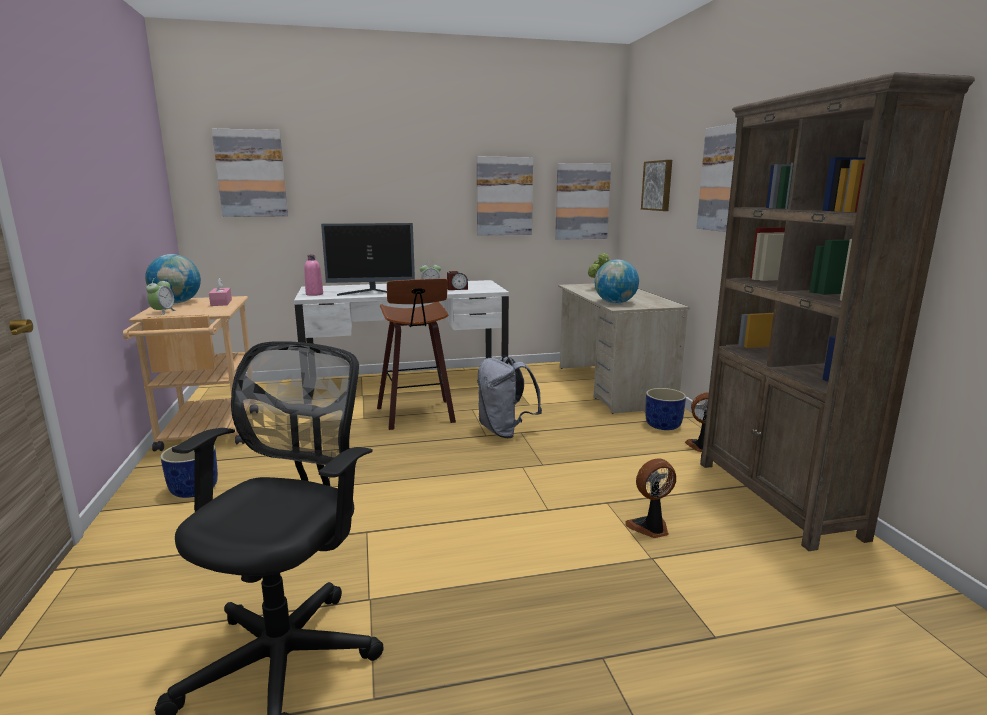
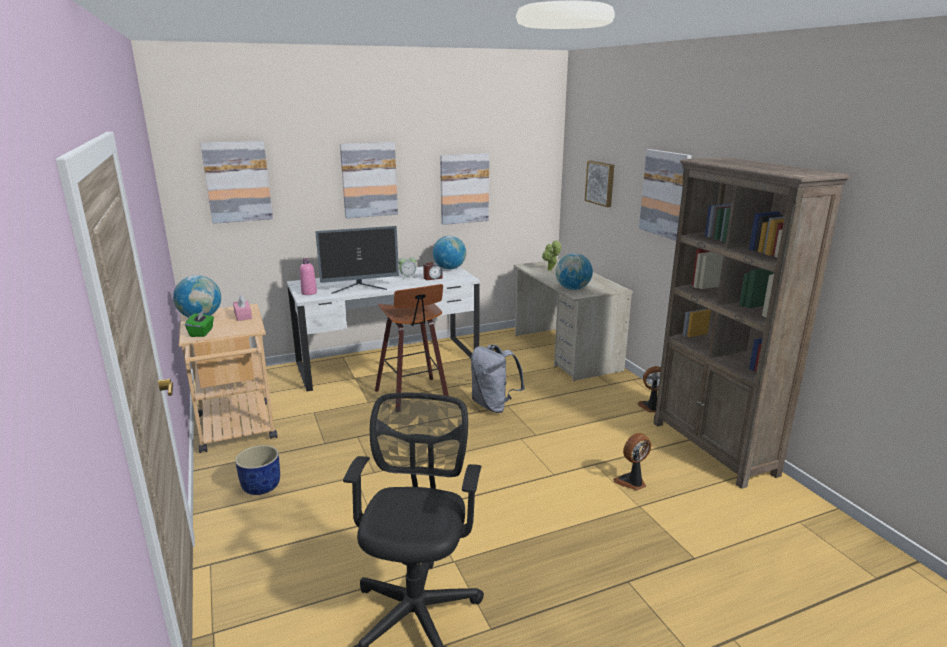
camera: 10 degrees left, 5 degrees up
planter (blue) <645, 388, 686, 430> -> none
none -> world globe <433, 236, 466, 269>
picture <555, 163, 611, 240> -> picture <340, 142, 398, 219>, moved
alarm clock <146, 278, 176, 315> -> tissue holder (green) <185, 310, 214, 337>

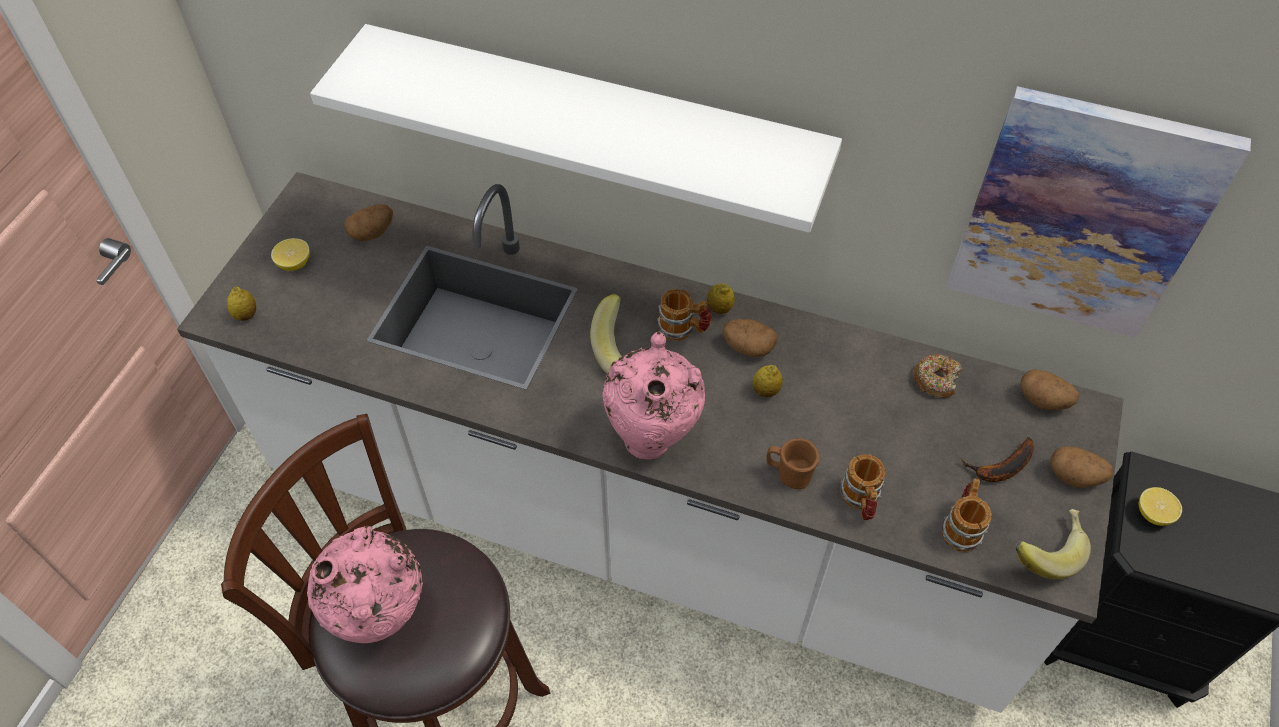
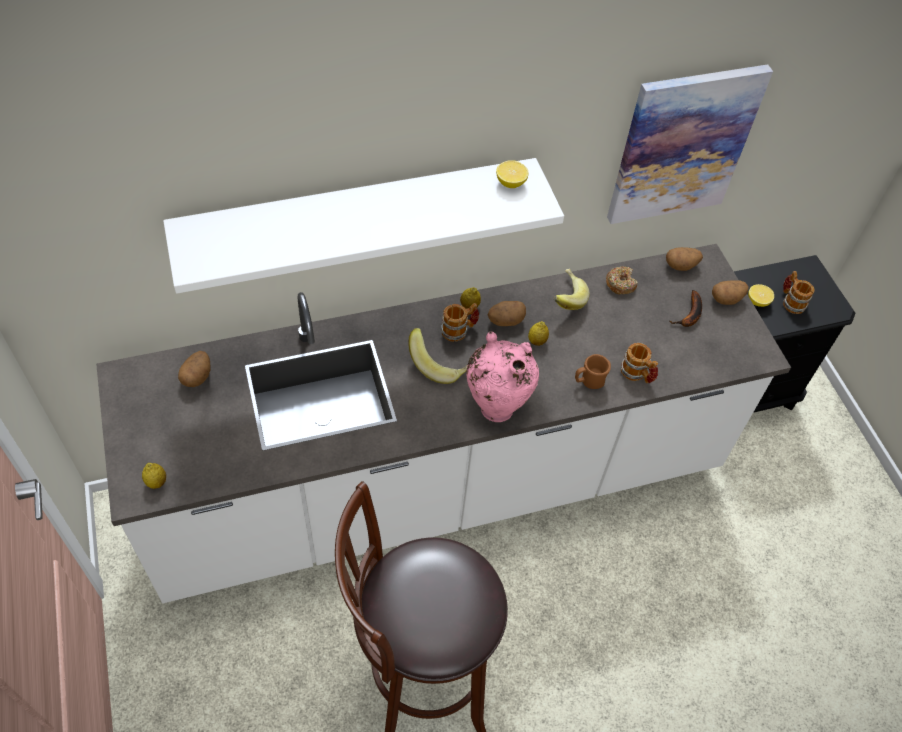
camera: 40 degrees left, 0 degrees up
flower vase (pink) <307, 526, 423, 643> -> none
lemon <271, 238, 310, 271> -> lemon <496, 160, 528, 188>, moved
tea mug <942, 478, 992, 552> -> tea mug <783, 271, 815, 314>, moved
banana <1016, 509, 1091, 580> -> banana <554, 269, 590, 310>, moved

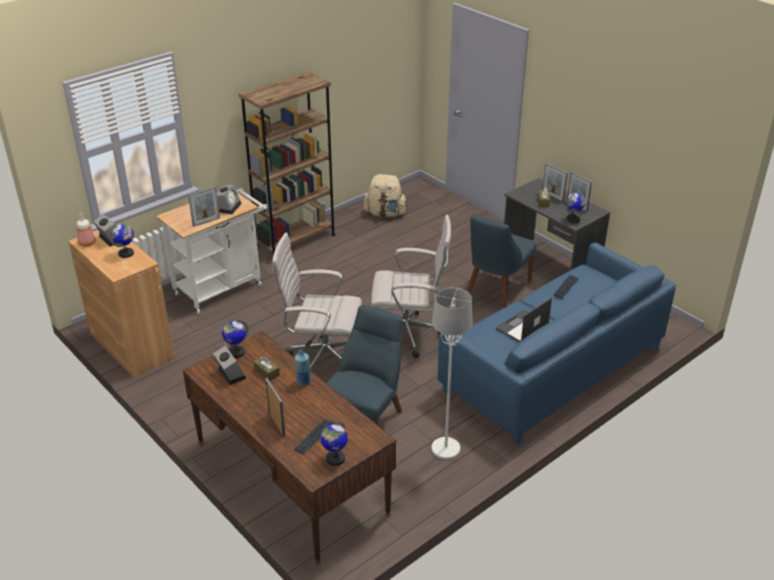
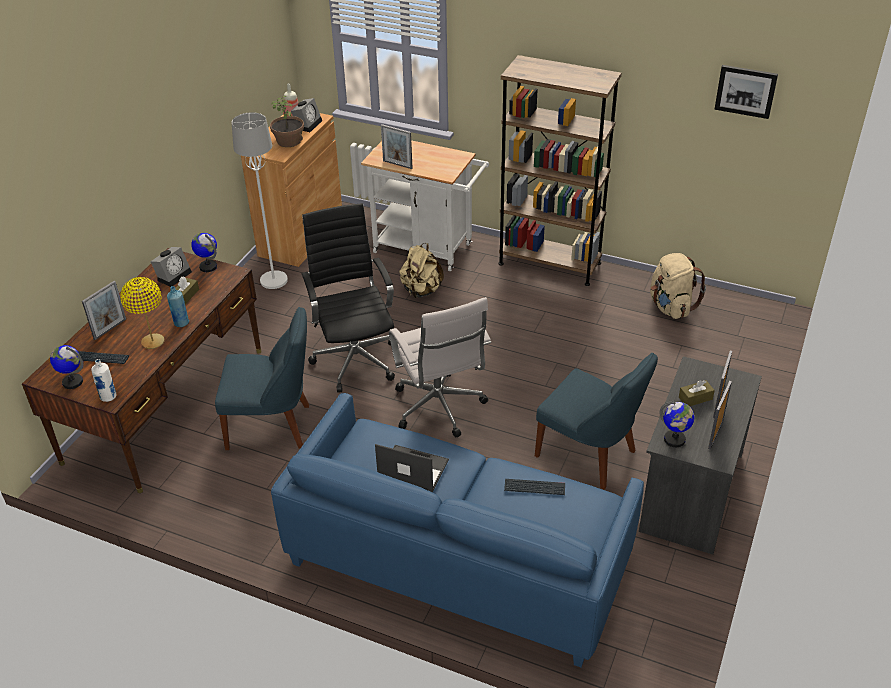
camera: 65 degrees right, 5 degrees up
alarm clock <217, 184, 242, 214> -> none
none -> drink bottle (white) <91, 359, 116, 402>
none -> tabletop lamp (yellow-coloured) <120, 277, 164, 349>
none -> backpack (beige-coloured) <399, 243, 444, 298>
none -> picture <714, 65, 778, 119>
floor lamp (white) <432, 287, 473, 460> -> floor lamp (white) <232, 112, 288, 289>, moved
world globe <109, 224, 134, 258> -> houseplant <270, 96, 304, 147>
computer chair (white) <272, 233, 362, 370> -> computer chair (black-coloured) <301, 203, 395, 392>
plain chair (blue) <467, 214, 536, 308> -> plain chair (blue) <535, 353, 658, 489>, 150 degrees counterclockwise

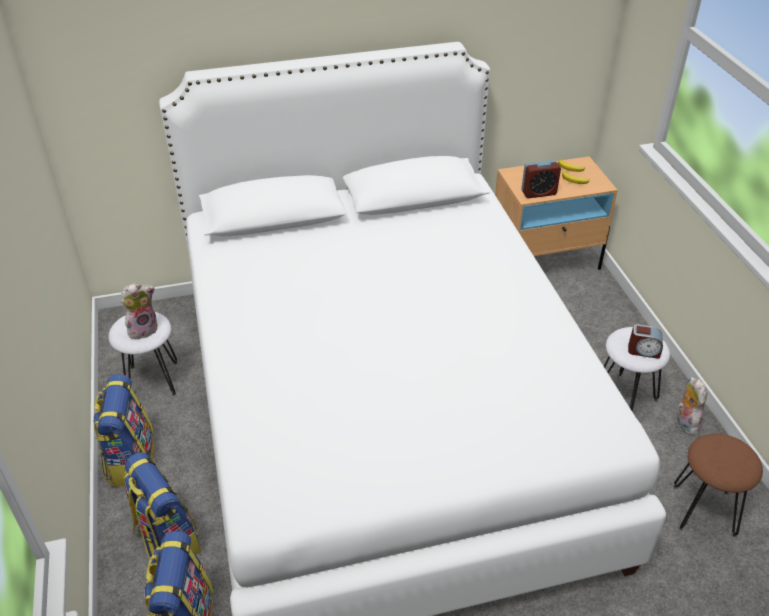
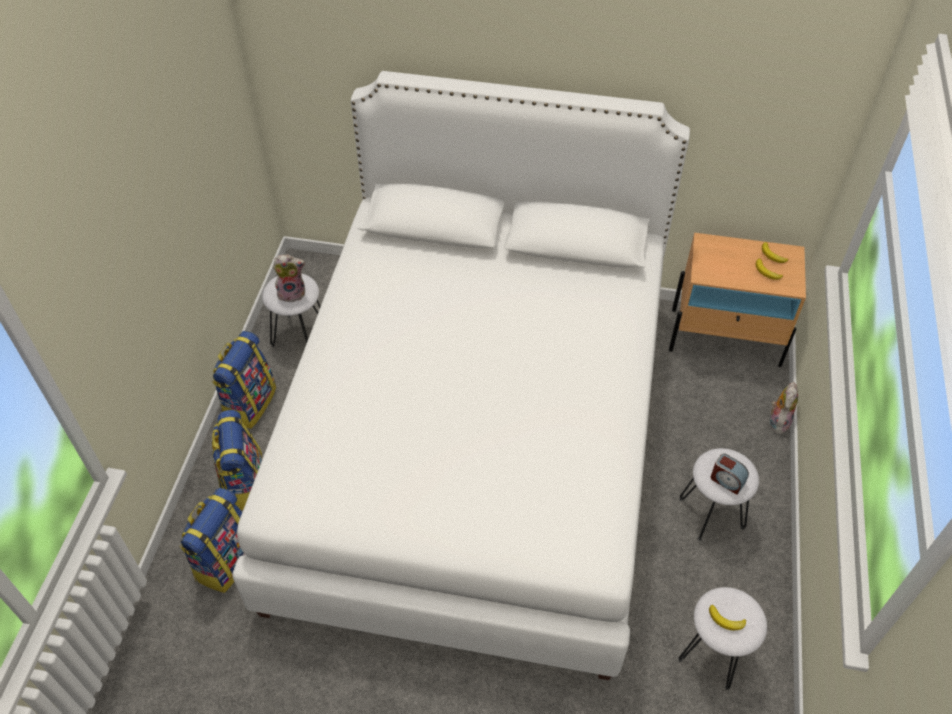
camera: 25 degrees right, 10 degrees up
alarm clock <521, 160, 561, 198> -> none
none -> banana <709, 605, 746, 630>
cuddly toy <677, 376, 707, 435> -> cuddly toy <770, 382, 798, 434>, moved
stool seat (brown-coloured) <673, 434, 763, 537> -> stool seat (white) <678, 587, 767, 690>

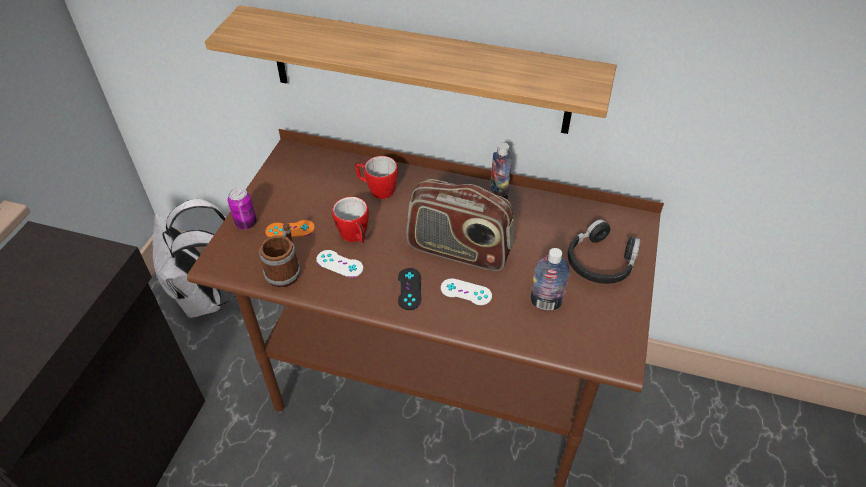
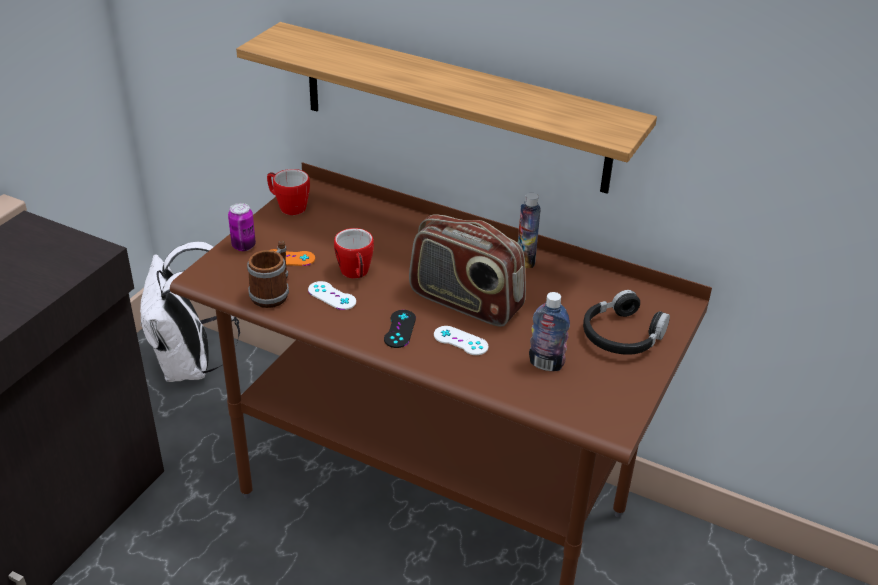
camera: 10 degrees right, 10 degrees down
tea mug <355, 156, 398, 199> -> tea mug <267, 169, 310, 215>, moved

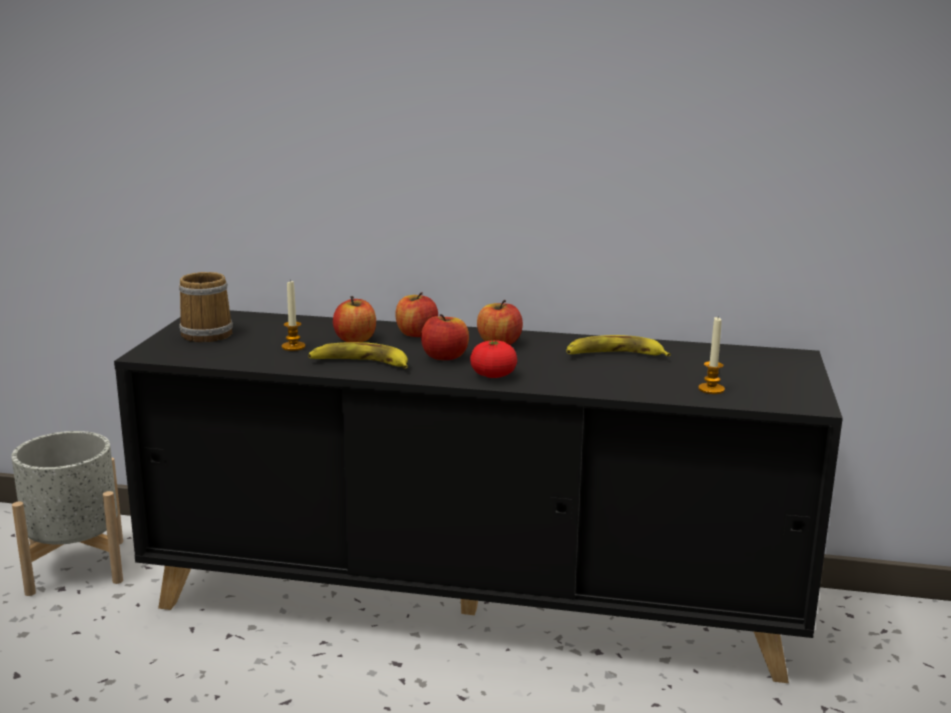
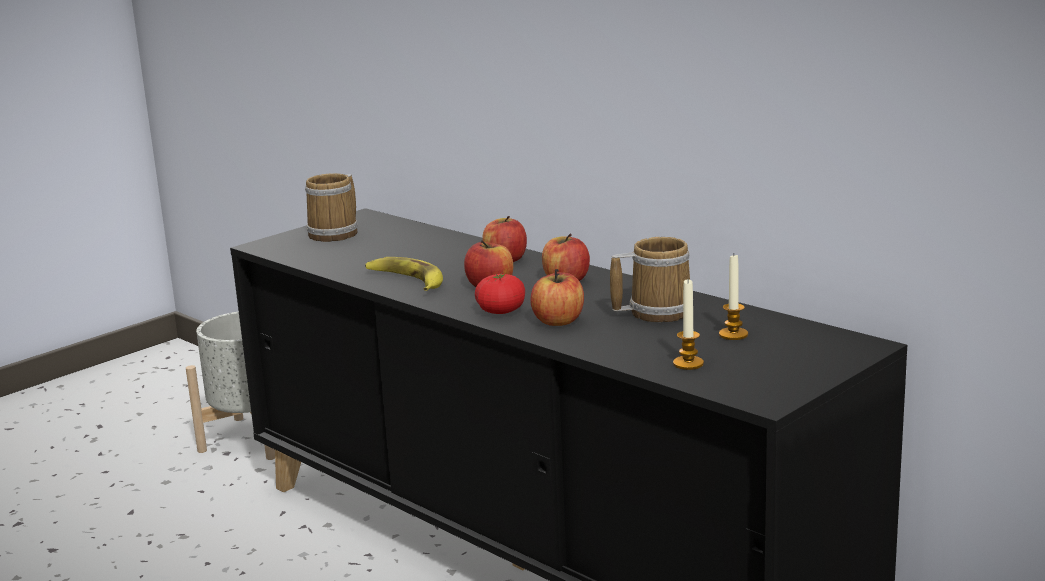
camera: 35 degrees right, 0 degrees up
wax light <282, 280, 306, 351> -> wax light <719, 255, 748, 340>, moved
apple fruit <333, 296, 376, 342> -> apple fruit <530, 269, 584, 326>, moved
banana <566, 335, 671, 356> -> tea mug <610, 237, 690, 322>

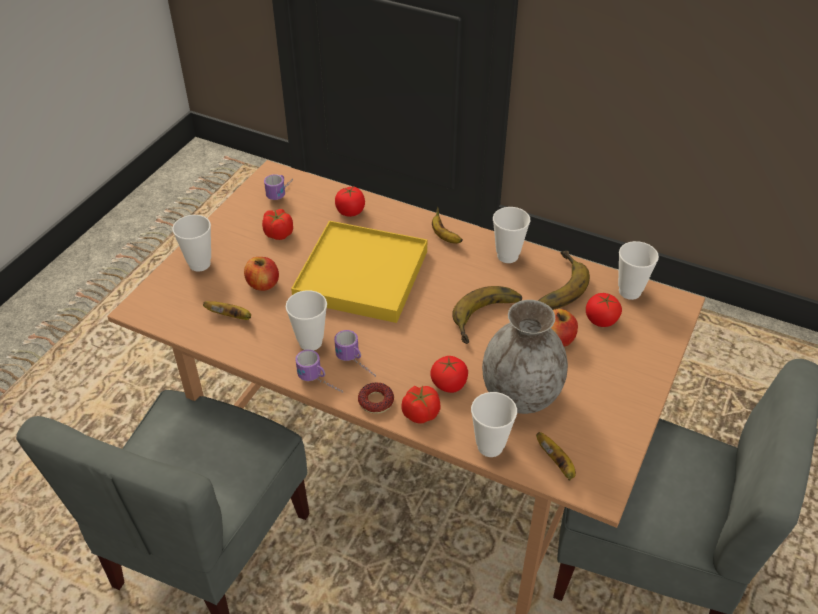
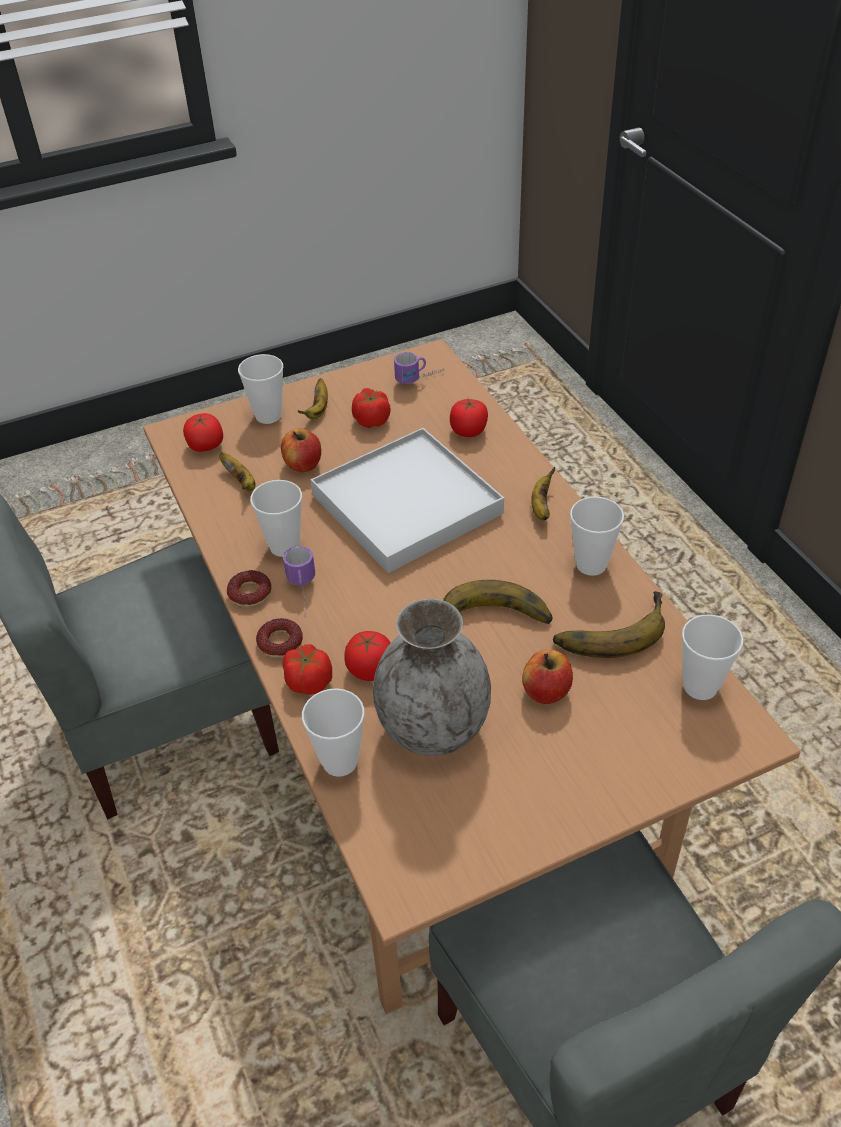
camera: 40 degrees right, 0 degrees up
banana <536, 432, 576, 481> -> banana <298, 378, 328, 419>, moved
whole tomato <586, 293, 622, 327> -> whole tomato <183, 413, 223, 452>, moved
tea mug <296, 350, 343, 393> -> ring doughnut <227, 570, 271, 607>
serving tray (yellow-coloured) <291, 221, 427, 323> -> serving tray (white) <311, 428, 504, 573>

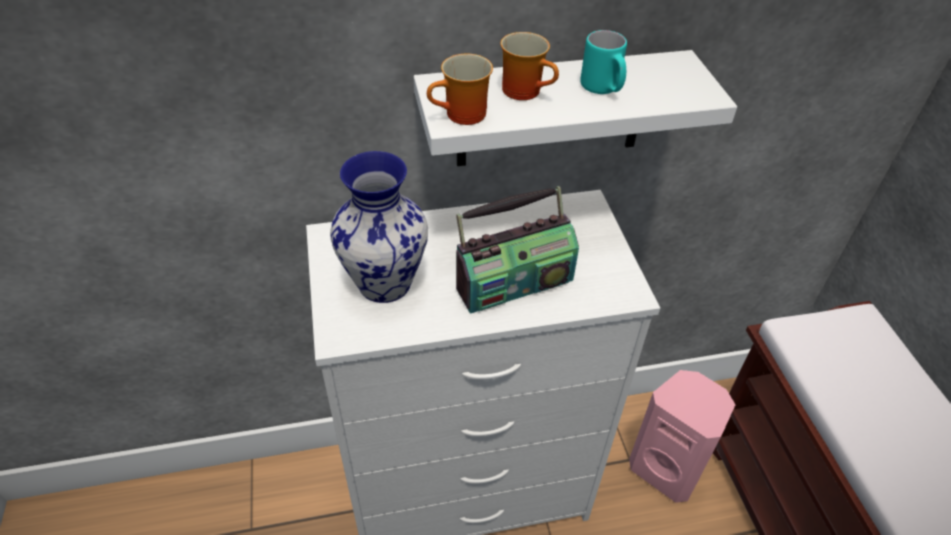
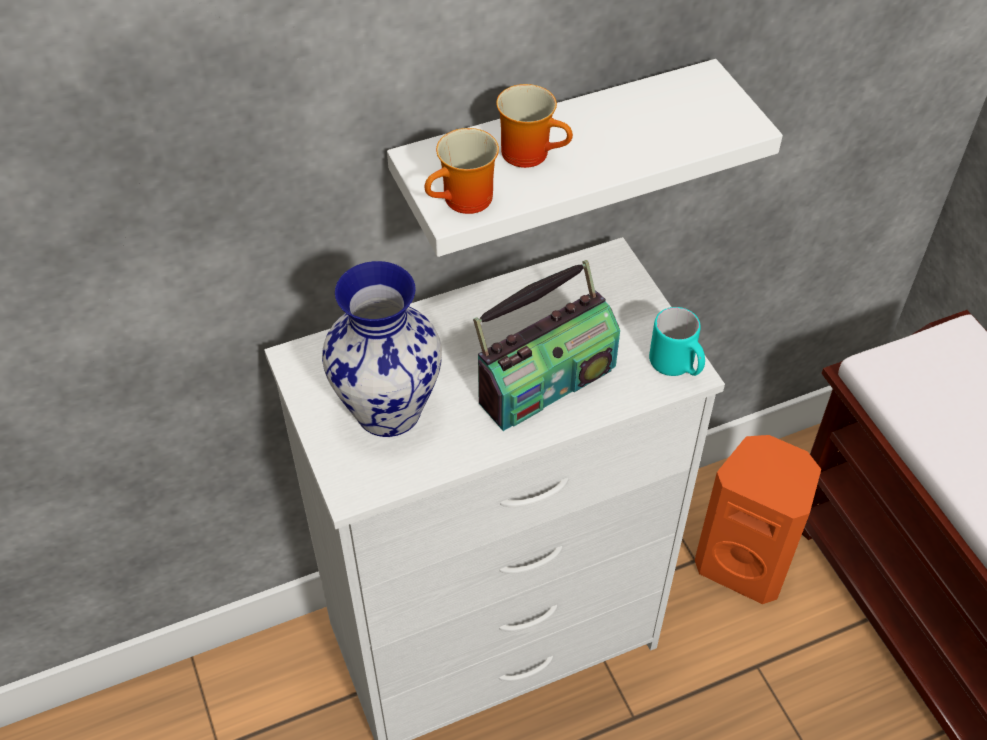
camera: 10 degrees left, 5 degrees up
tea mug (turquoise) <580, 30, 627, 94> -> tea mug (turquoise) <649, 307, 705, 376>, moved
audio speaker (pink) <629, 370, 735, 503> -> audio speaker (orangey) <695, 435, 821, 604>

